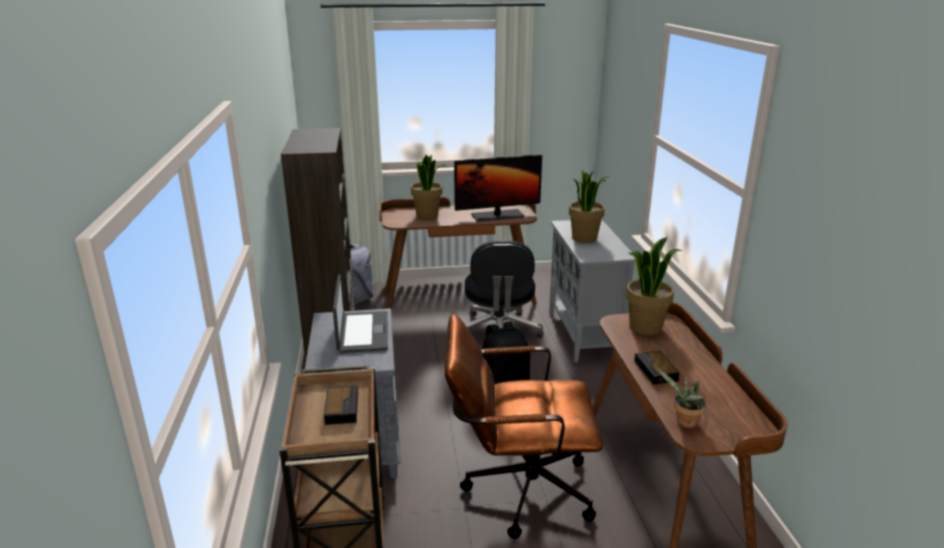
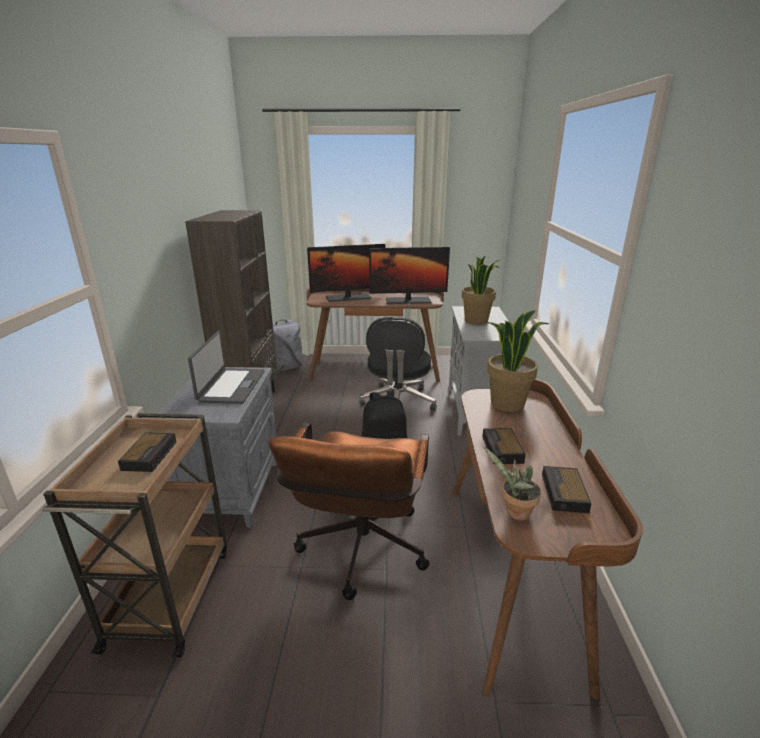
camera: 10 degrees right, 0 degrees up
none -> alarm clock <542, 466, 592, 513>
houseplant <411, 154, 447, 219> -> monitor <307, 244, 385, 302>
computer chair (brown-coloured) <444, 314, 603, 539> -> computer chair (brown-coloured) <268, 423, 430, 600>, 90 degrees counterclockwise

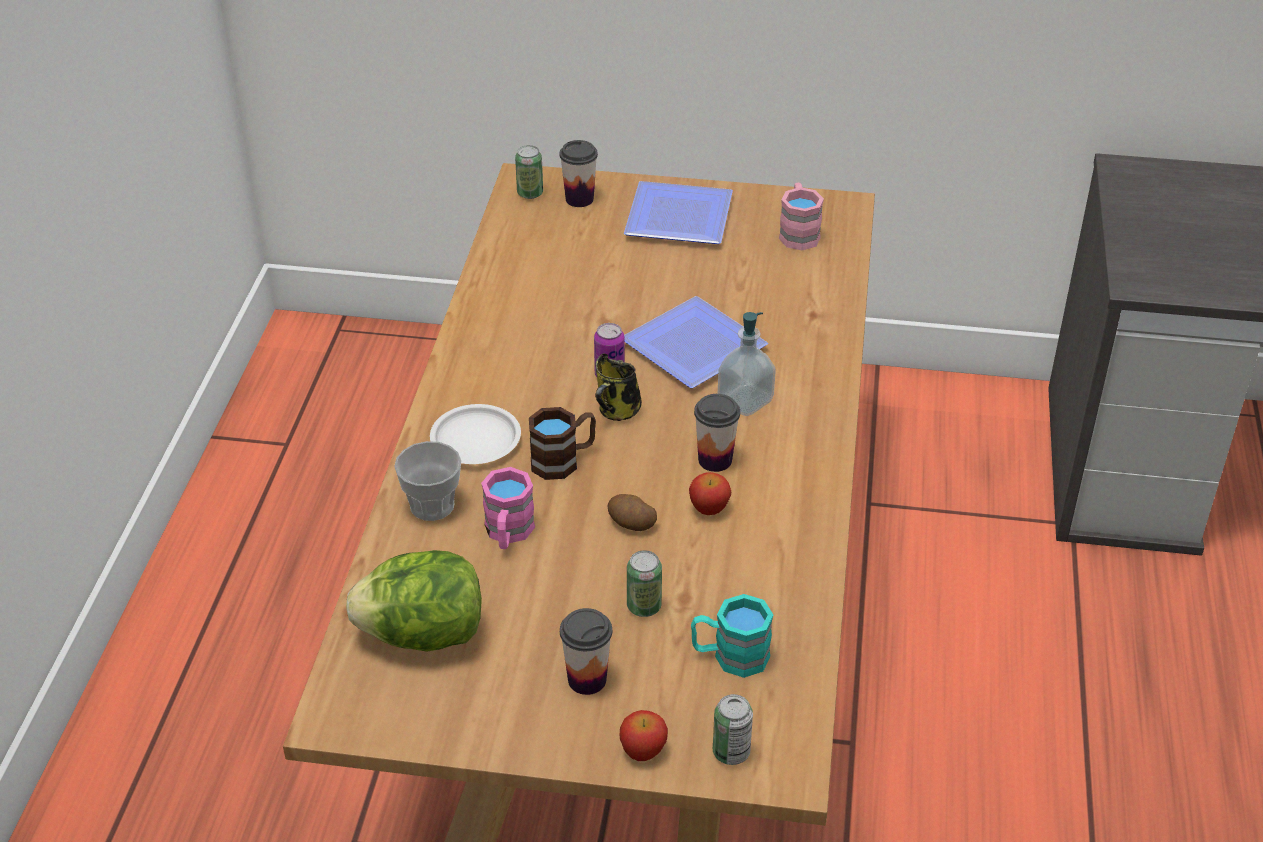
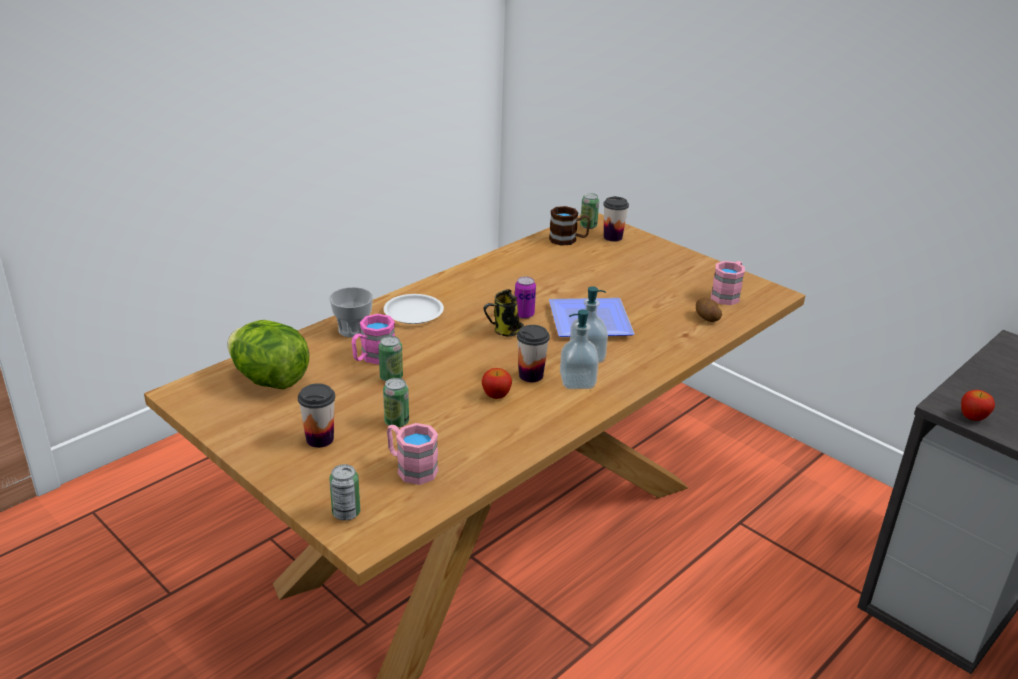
camera: 35 degrees right, 10 degrees down
dinner plate <624, 181, 733, 244> -> none
none -> can <379, 336, 403, 381>
none -> soap dispenser <560, 309, 599, 389>
tea mug (brown-coloured) <529, 407, 596, 480> -> tea mug (brown-coloured) <549, 206, 590, 246>, moved
spud <608, 494, 657, 531> -> spud <696, 297, 722, 322>, moved
apple fruit <620, 710, 668, 761> -> apple fruit <961, 390, 995, 421>, moved
tea mug (turquoise) <691, 594, 773, 678> -> tea mug (pink) <387, 423, 439, 485>

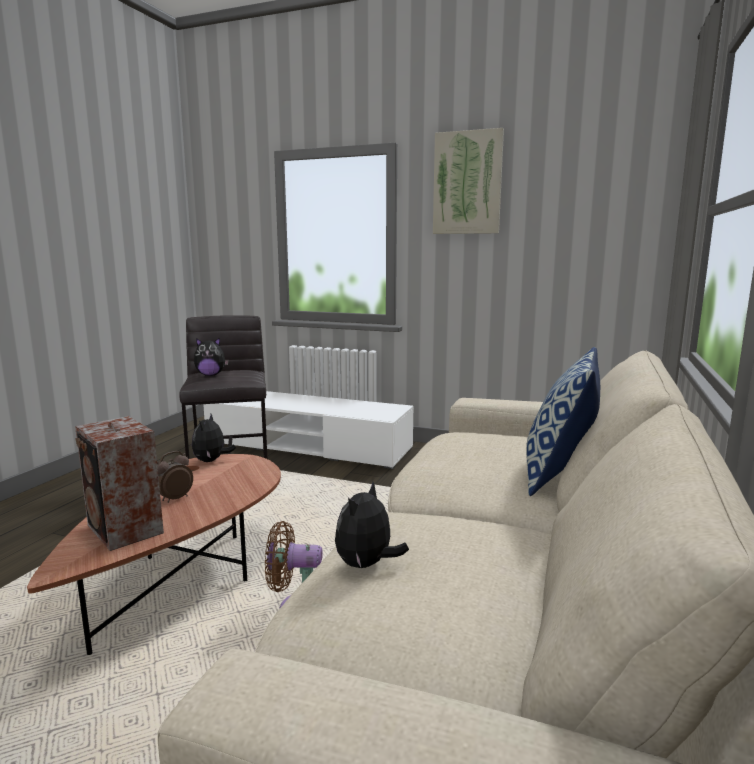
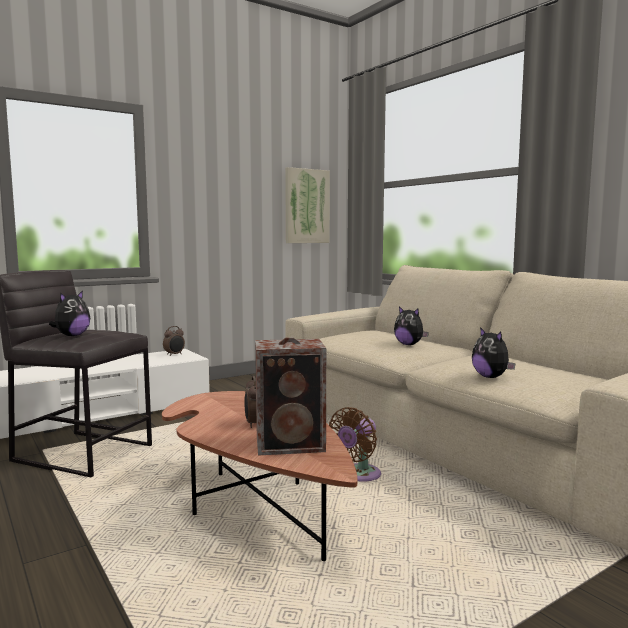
camera: 55 degrees left, 5 degrees down
throw pillow <526, 347, 600, 496> -> none
none -> alarm clock <163, 326, 185, 356>
cuddly toy <192, 414, 236, 462> -> cuddly toy <394, 306, 429, 345>, moved
picture <433, 128, 504, 234> -> picture <285, 167, 330, 243>, moved

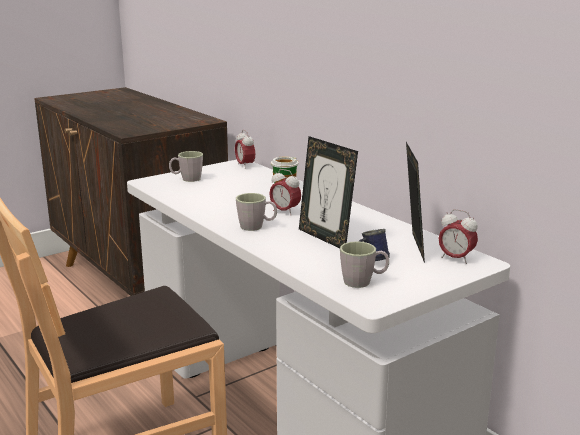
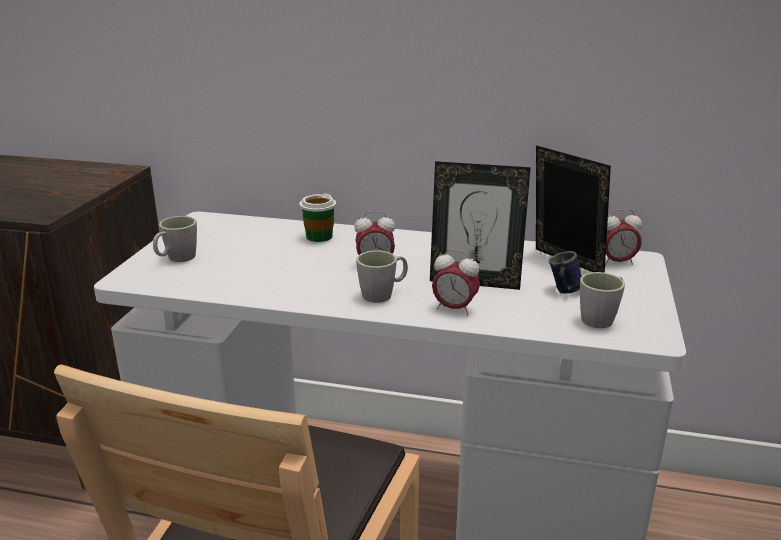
camera: 40 degrees left, 5 degrees up
alarm clock <235, 130, 255, 169> -> alarm clock <432, 249, 480, 315>, moved

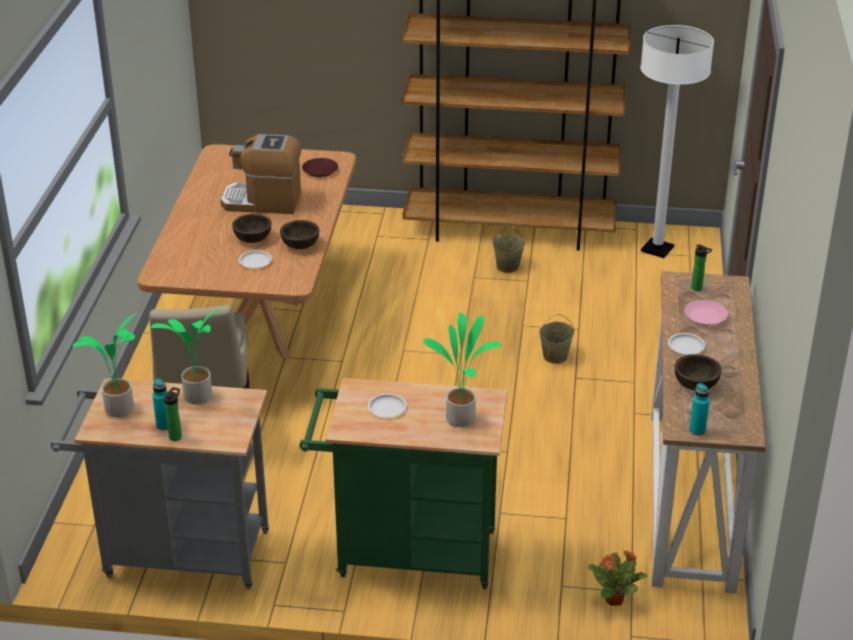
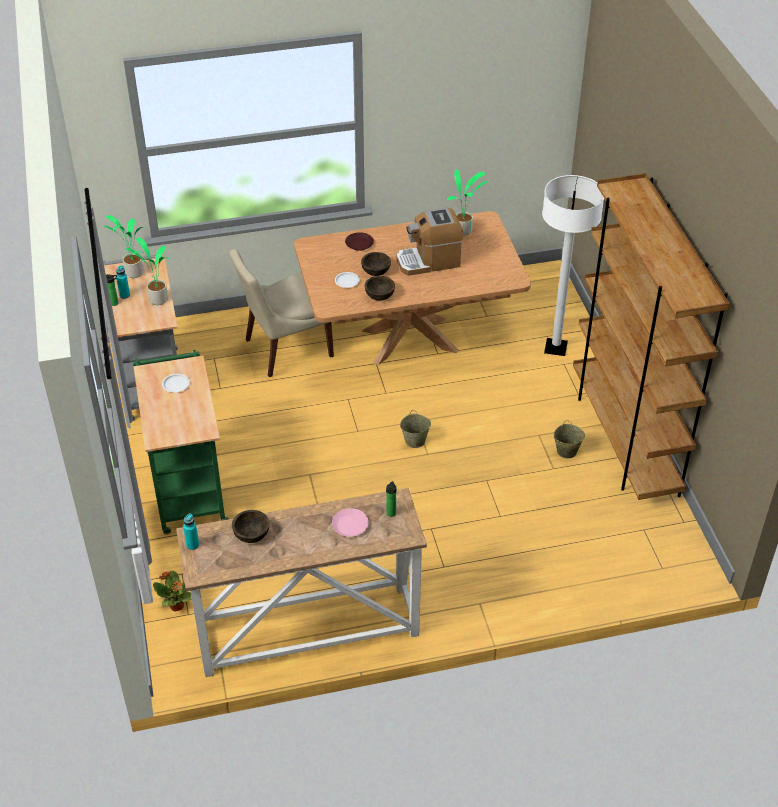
camera: 70 degrees right, 10 degrees up
dinner plate (white) <668, 333, 706, 355> -> none
dinner plate (brown-coloured) <302, 158, 338, 177> -> dinner plate (brown-coloured) <345, 232, 374, 251>, moved
houseplant <423, 312, 502, 427> -> houseplant <447, 169, 488, 236>, moved
water bucket (beige-coloured) <539, 314, 574, 364> -> water bucket (beige-coloured) <400, 410, 431, 448>, moved
floor lamp (white) <640, 25, 714, 258> -> floor lamp (white) <542, 175, 604, 356>, moved
coffee machine <220, 134, 301, 214> -> coffee machine <396, 208, 464, 276>, 90 degrees counterclockwise

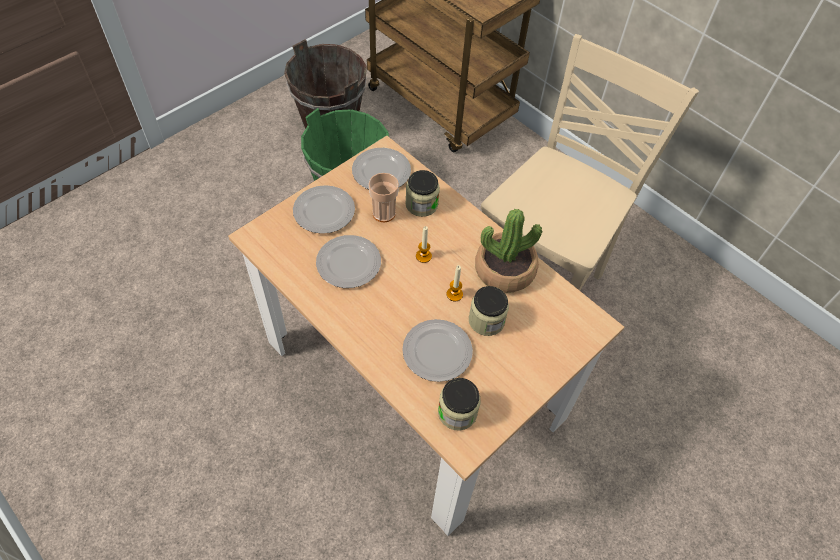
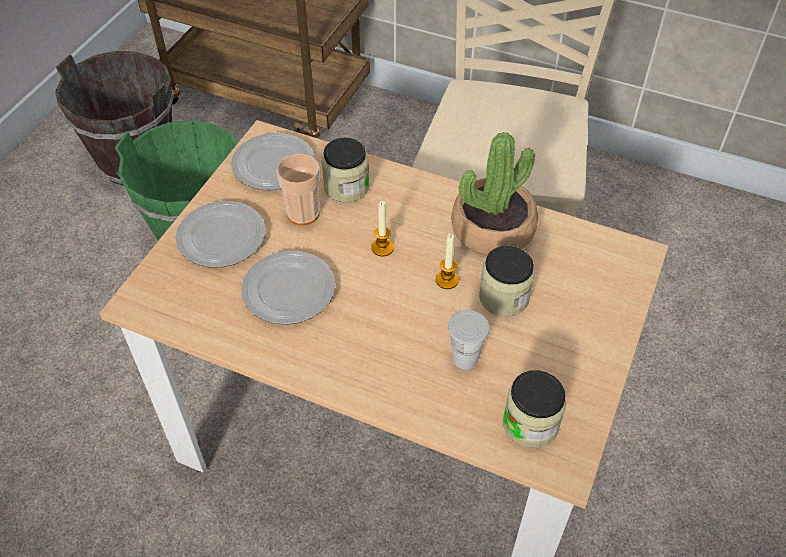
camera: 20 degrees left, 5 degrees down
dinner plate <402, 319, 473, 382> -> drinking cup (white) <448, 310, 490, 369>

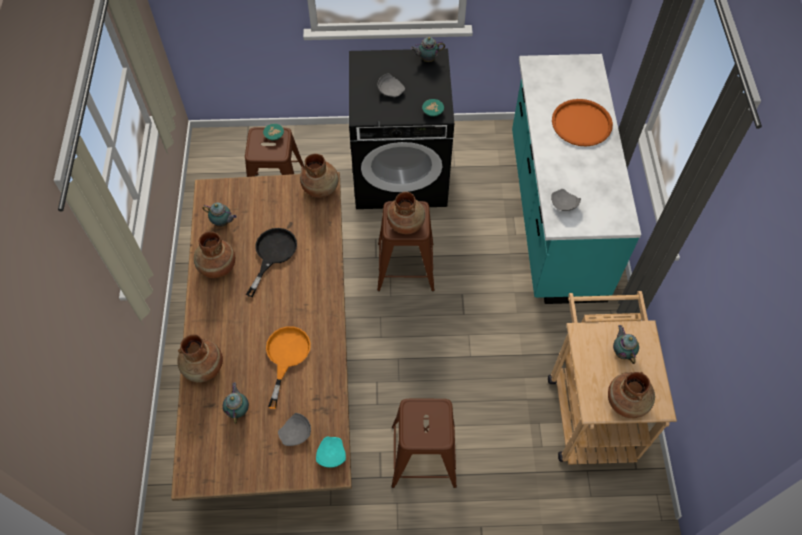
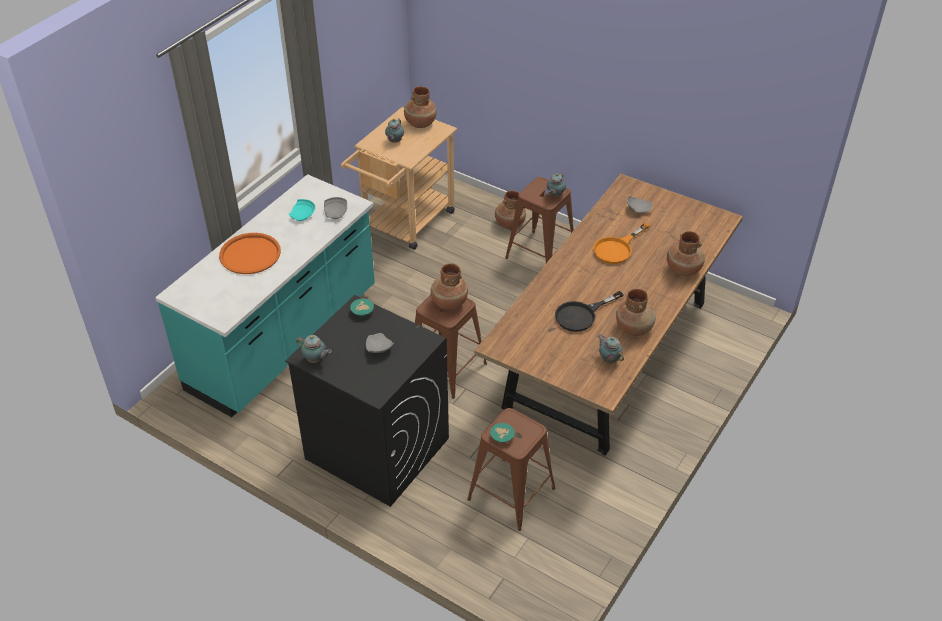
camera: 145 degrees left, 15 degrees down
tea pot <223, 382, 249, 424> -> tea pot <547, 172, 566, 197>, moved
flower vase (brown-coloured) <300, 154, 339, 198> -> flower vase (brown-coloured) <495, 190, 526, 229>, moved
dinner plate (turquoise) <316, 436, 346, 468> -> dinner plate (turquoise) <289, 199, 315, 221>, moved

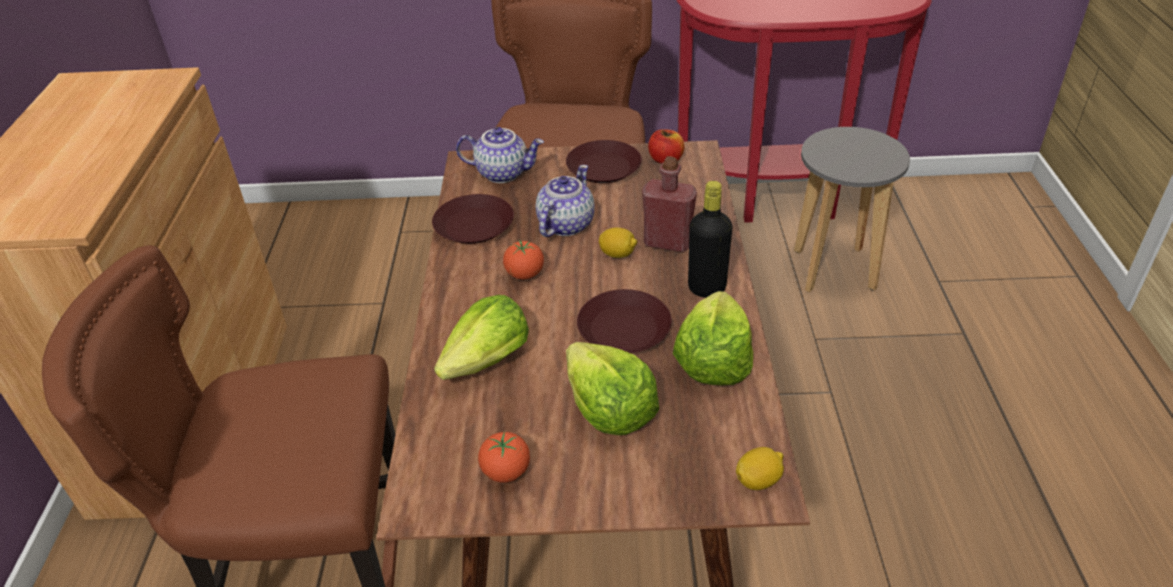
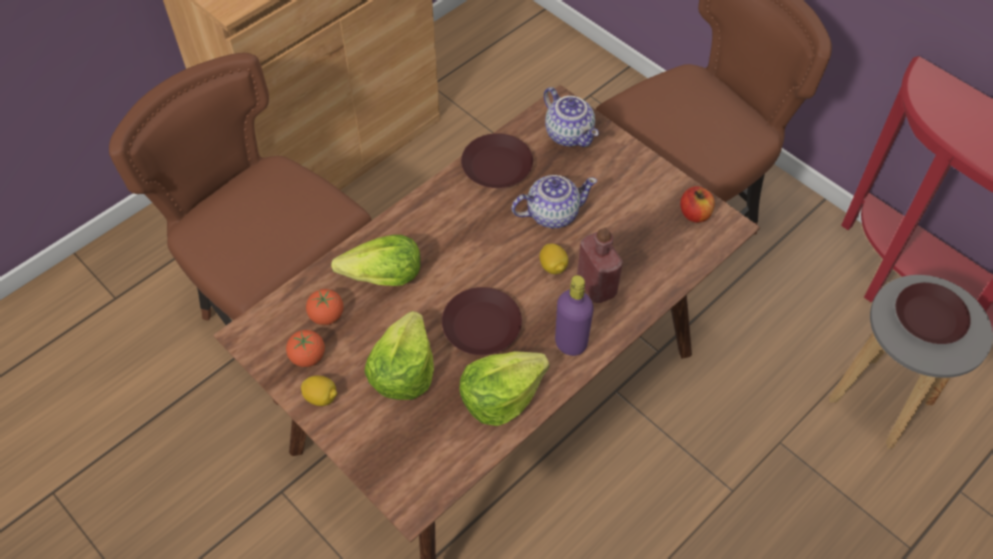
camera: 45 degrees right, 15 degrees up
whole tomato <503, 240, 544, 279> -> whole tomato <306, 289, 343, 325>, moved
dinner plate (brown-coloured) <566, 140, 642, 183> -> dinner plate (brown-coloured) <896, 283, 971, 344>, moved
lemon <736, 447, 784, 490> -> lemon <301, 376, 337, 406>, moved
drink bottle (black-coloured) <688, 181, 732, 298> -> drink bottle (purple-coloured) <555, 275, 594, 356>

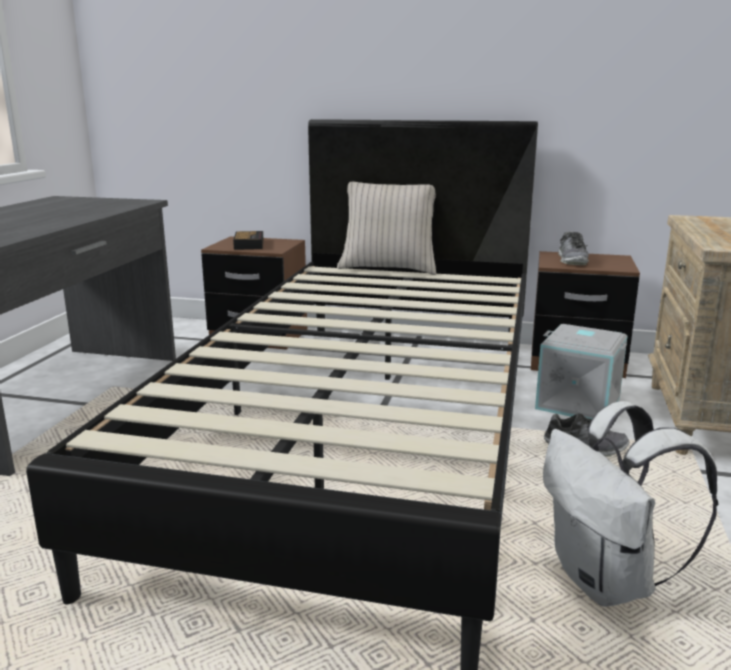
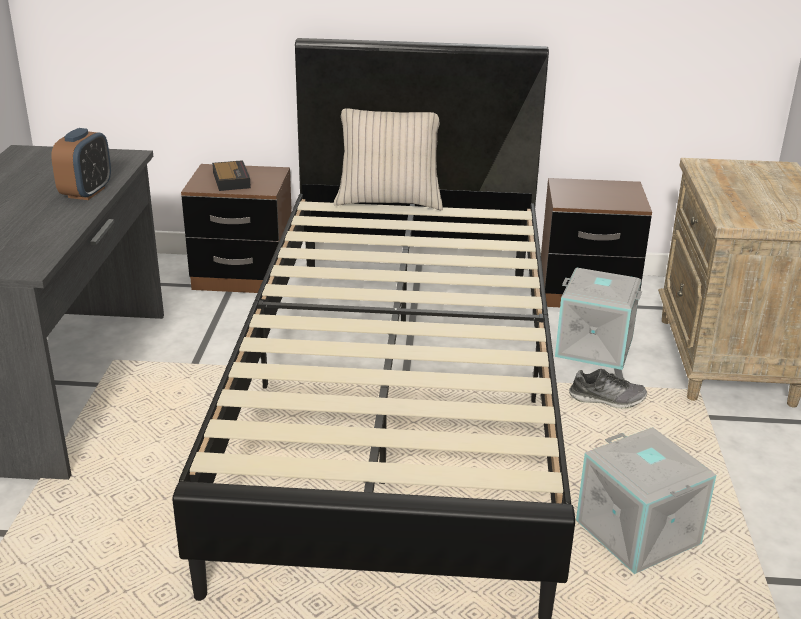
camera: 10 degrees left, 10 degrees up
item of footwear <558, 232, 589, 265> -> none
none -> alarm clock <51, 128, 111, 200>
backpack (white) <543, 401, 718, 607> -> storage bin (gray) <576, 427, 716, 574>

